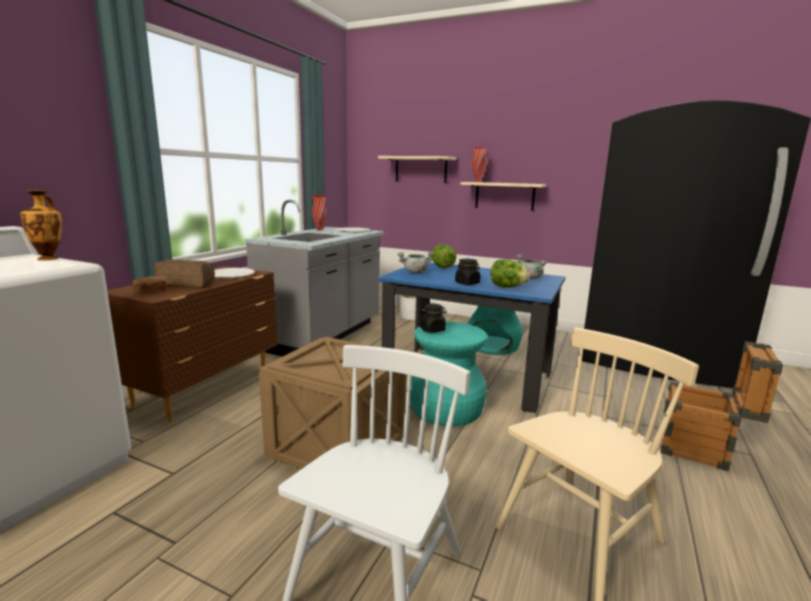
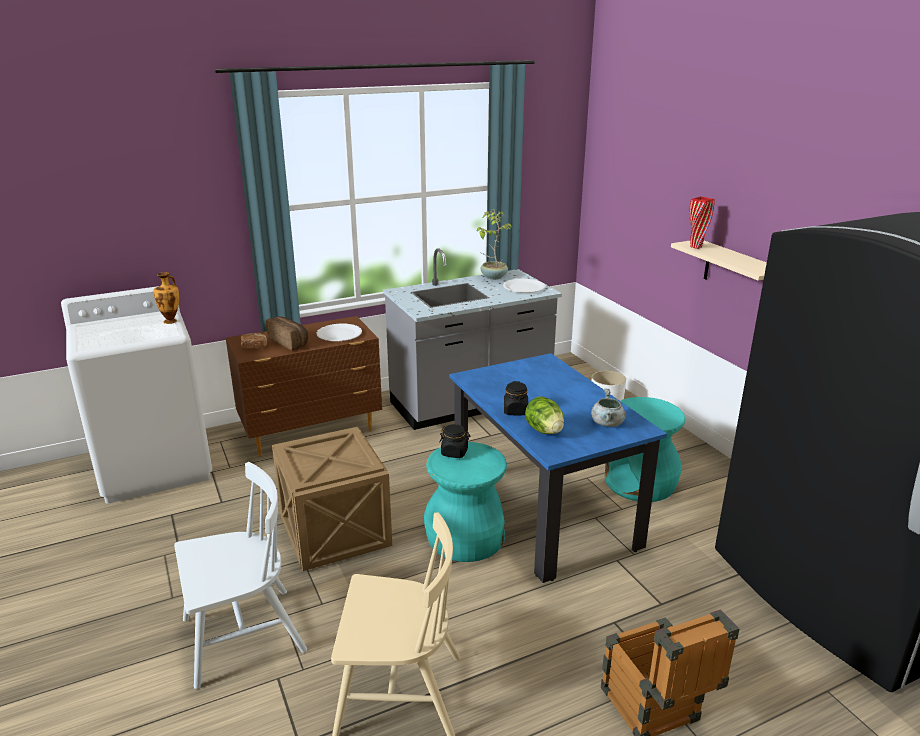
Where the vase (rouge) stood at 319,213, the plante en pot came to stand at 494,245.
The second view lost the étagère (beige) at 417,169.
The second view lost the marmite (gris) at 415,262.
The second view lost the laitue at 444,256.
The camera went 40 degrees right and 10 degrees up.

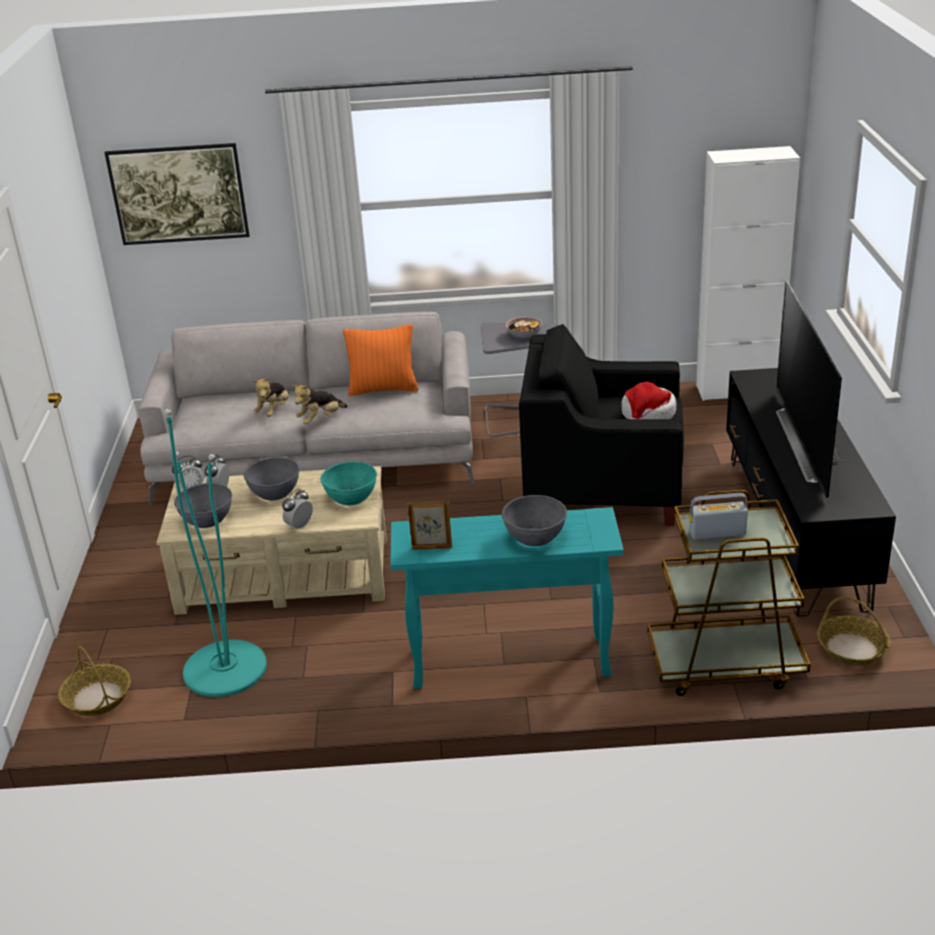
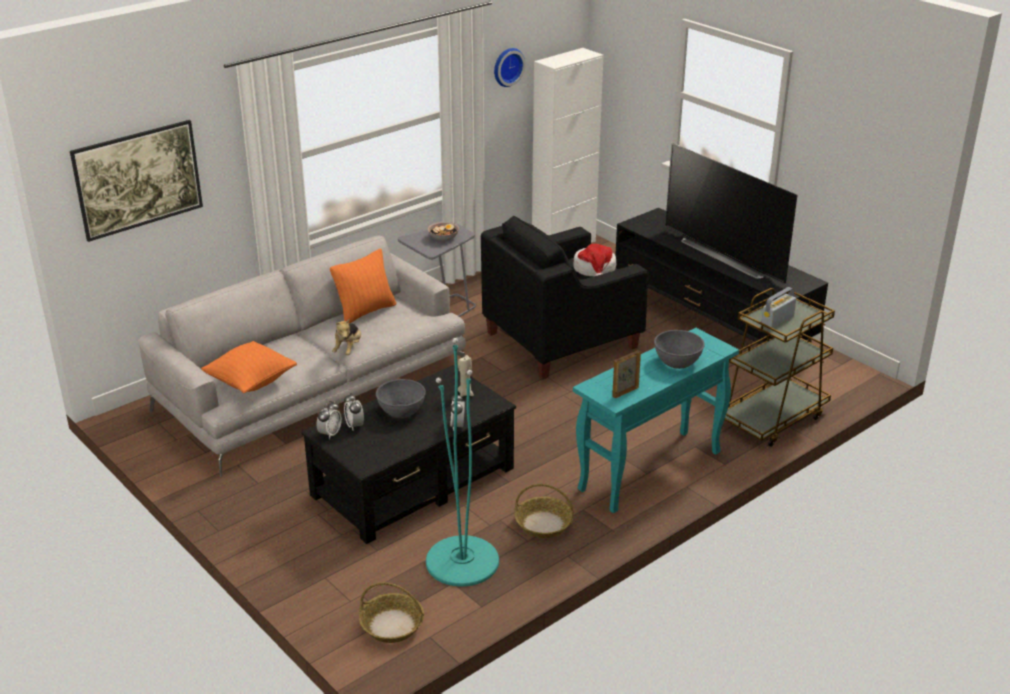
What was the table basse (beige) at 271,540 turned into the table basse (noir) at 408,454.
The second view lost the bol (gris) at 203,505.
The second view lost the peluche at 271,396.
Where the bol (turquoise) stood at 349,483, the bougie (beige) came to stand at 466,376.
The panier ended up elsewhere, having gone from 854,631 to 544,511.
The second view gained the coussin (orange) at 249,367.
The second view gained the horloge murale at 509,67.
The camera went 40 degrees left and 0 degrees up.

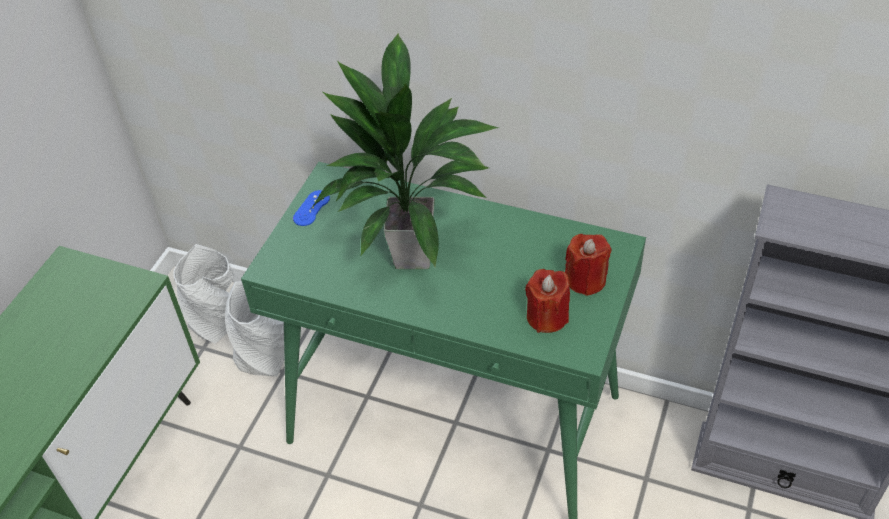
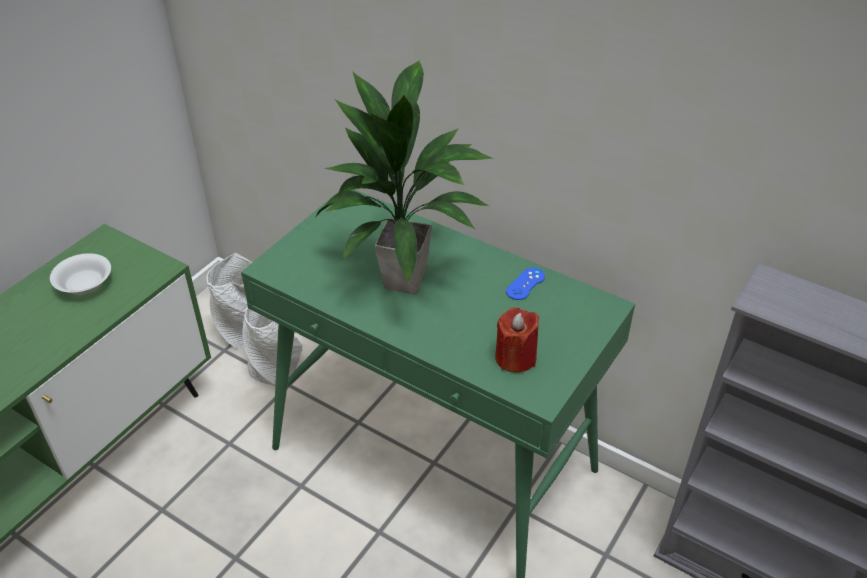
The manette (bleu) ended up elsewhere, having gone from 311,208 to 525,284.
The second view lost the bougie (rouge) at 588,265.
The second view gained the bol (blanc) at 80,274.
The camera went 10 degrees right and 5 degrees down.

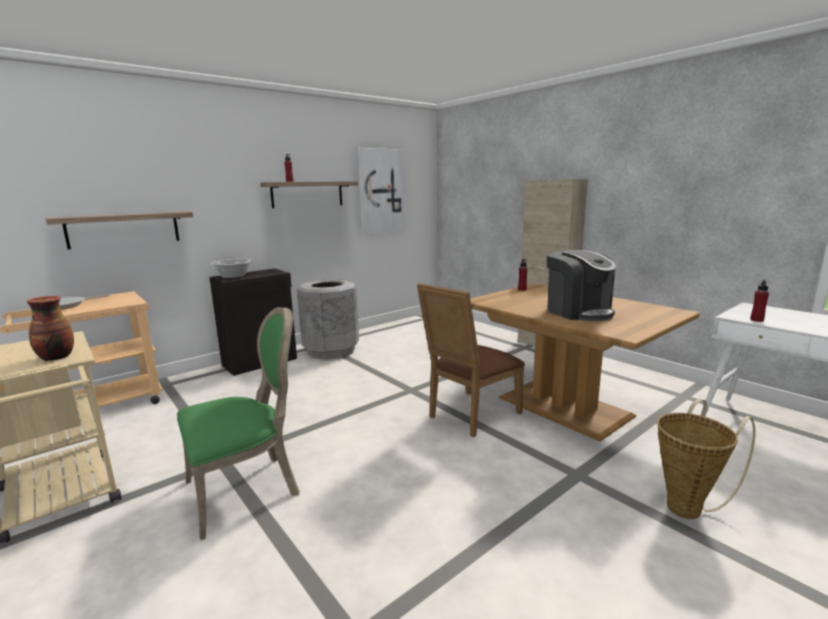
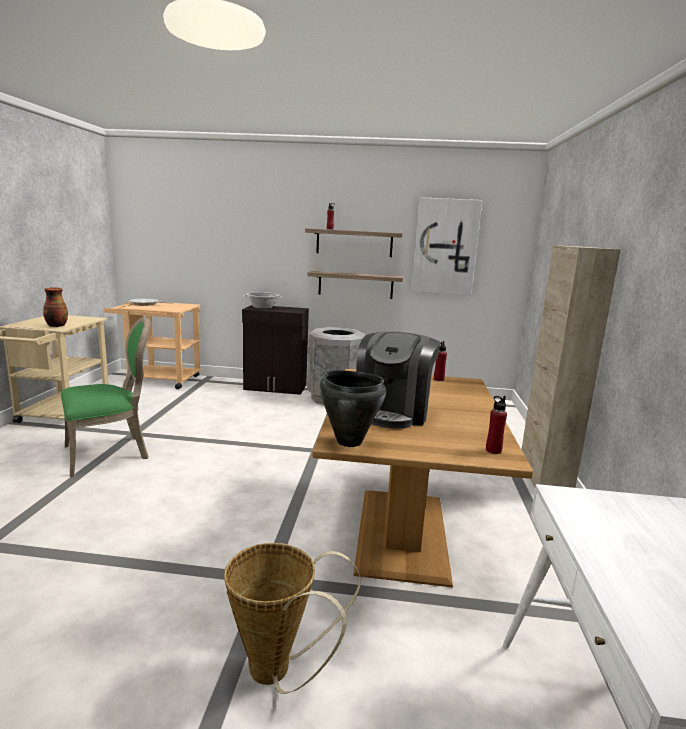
The étagère ended up elsewhere, having gone from 119,230 to 355,285.
The chaise (vert) at 238,424 ended up facing another way, 45 degrees counterclockwise from before.
The second view lost the chaise (marron) at 471,360.
The bouteille (rouge) ended up elsewhere, having gone from 759,301 to 496,425.
The second view gained the marmite (noir) at 353,408.
The camera went 45 degrees right and 0 degrees up.

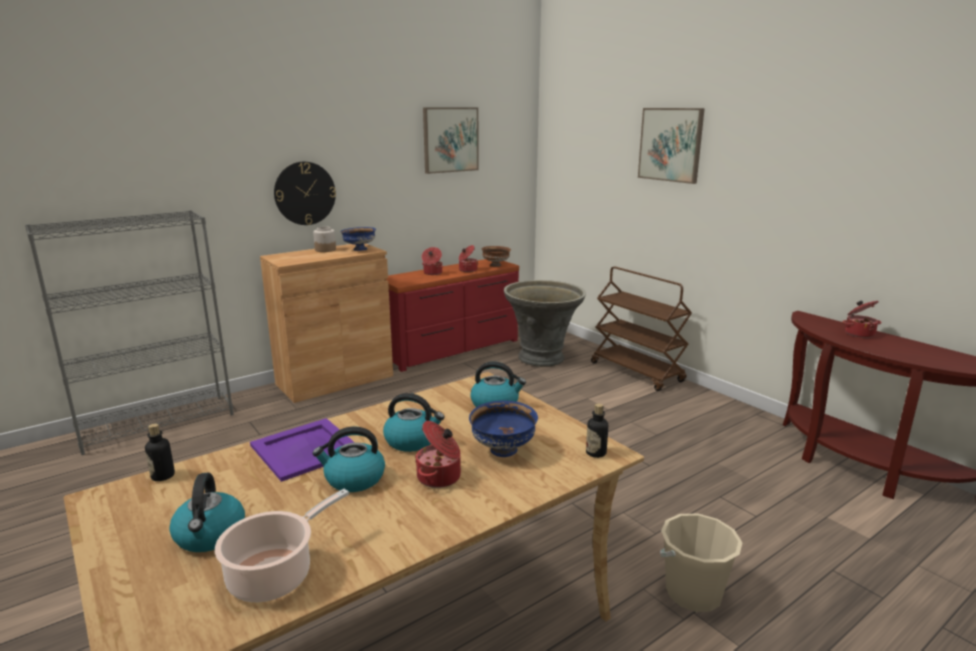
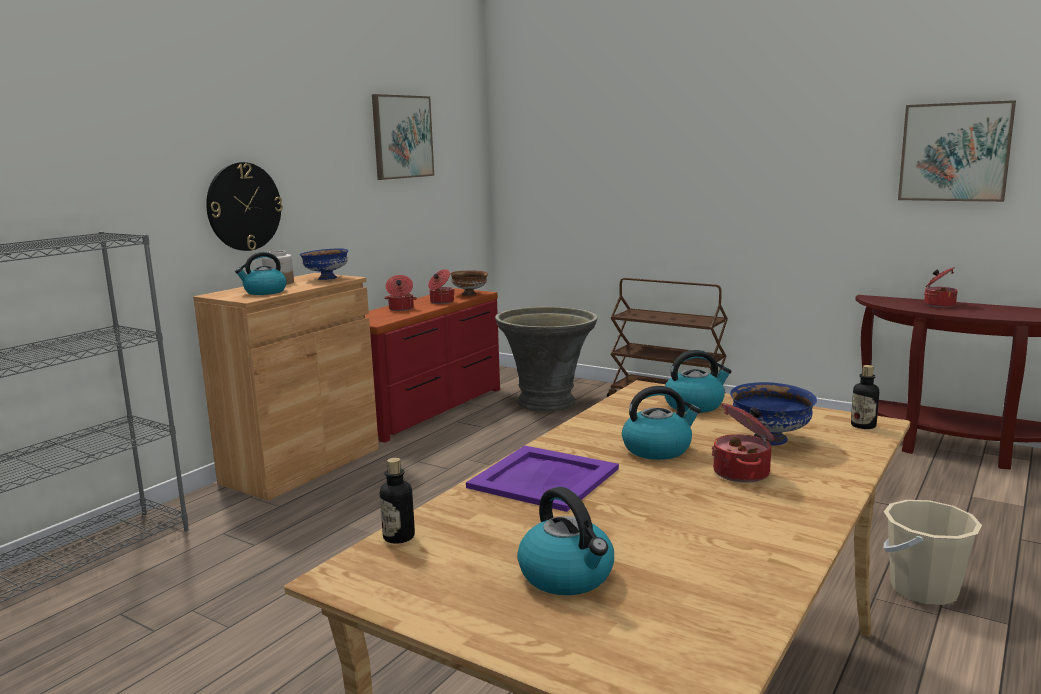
The second view lost the marmite at 282,545.
The bouilloire ended up elsewhere, having gone from 348,459 to 261,273.
The tableau ended up elsewhere, having gone from 671,146 to 957,151.
The camera went 20 degrees left and 5 degrees down.

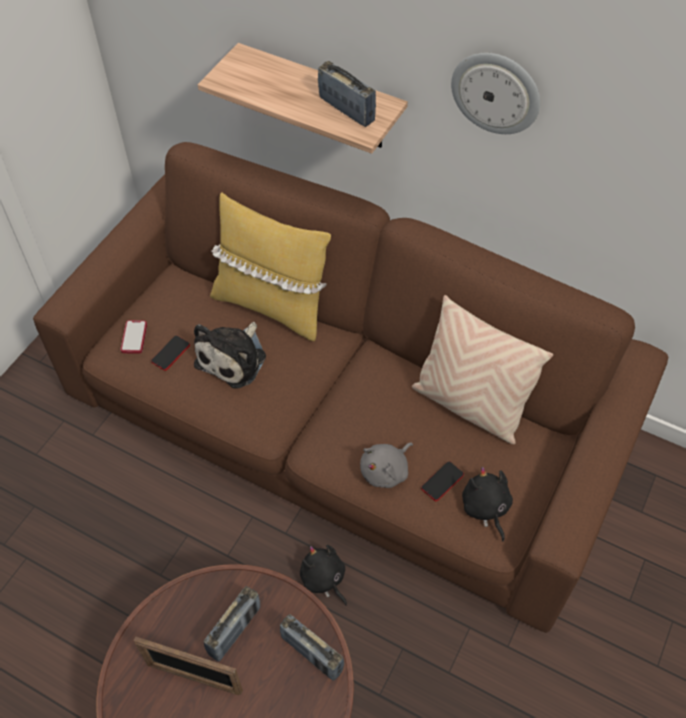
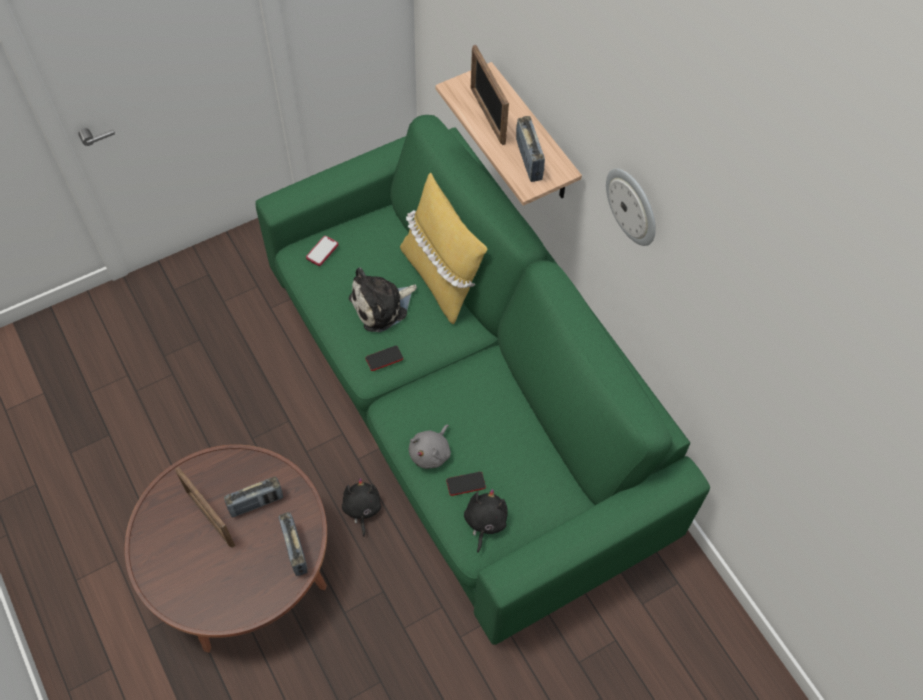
What was the canapé (marron) at 351,387 turned into the canapé (vert) at 482,380.
The téléphone ended up elsewhere, having gone from 170,353 to 384,358.
The peluche (gris) at 386,465 ended up facing another way, 45 degrees counterclockwise from before.
The second view lost the coussin (beige) at 482,369.
The second view gained the cadre photo at 490,95.
The camera went 30 degrees right and 5 degrees up.

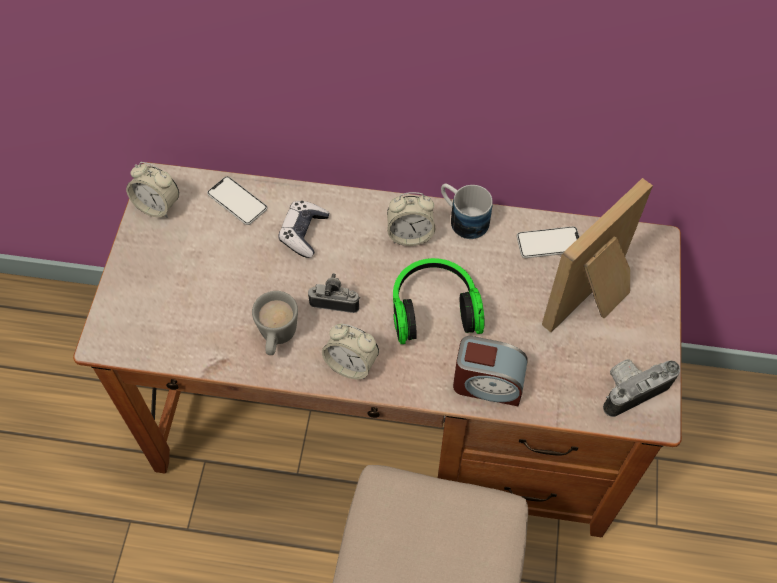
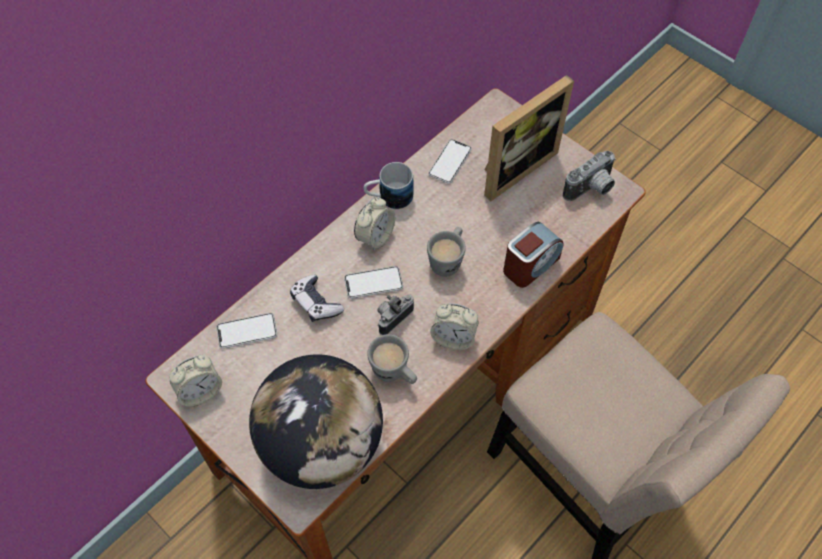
The réveil at 350,352 ended up facing another way, 45 degrees clockwise from before.
Where the casque audio stood at 439,301, the mug (gris) came to stand at 446,252.
The cadre photo at 597,255 ended up facing another way, 120 degrees counterclockwise from before.
The appareil photo at 641,388 ended up facing another way, 135 degrees counterclockwise from before.
The second view gained the globe at 316,421.
The second view gained the téléphone at 373,282.
The camera went 55 degrees left and 0 degrees up.

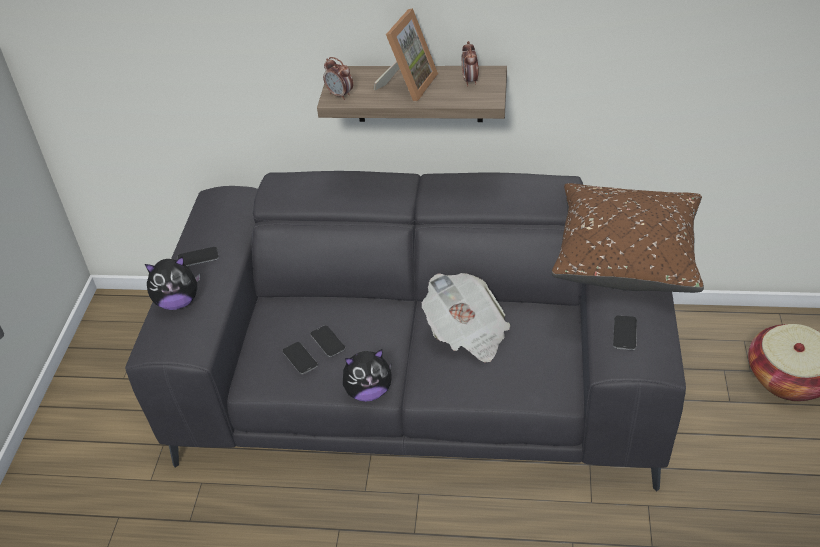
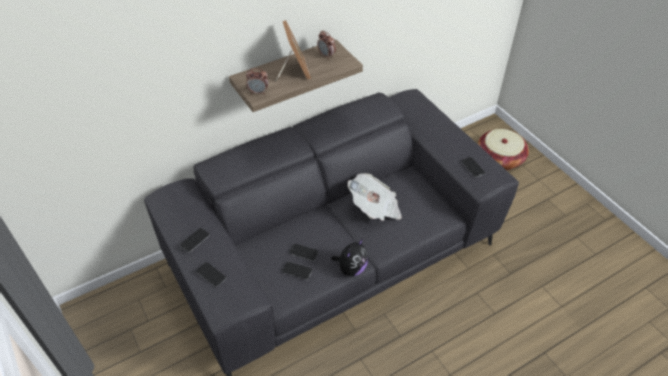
Where the peluche stood at 172,283, the téléphone came to stand at 211,274.
The second view lost the coussin (marron) at 628,238.
The camera went 40 degrees left and 5 degrees up.

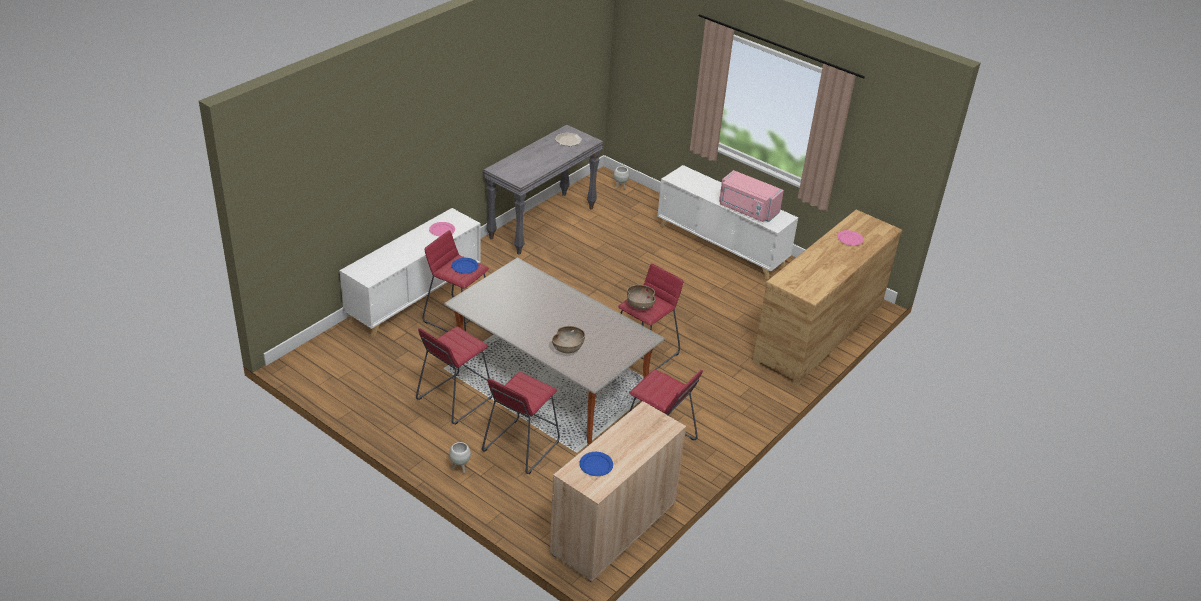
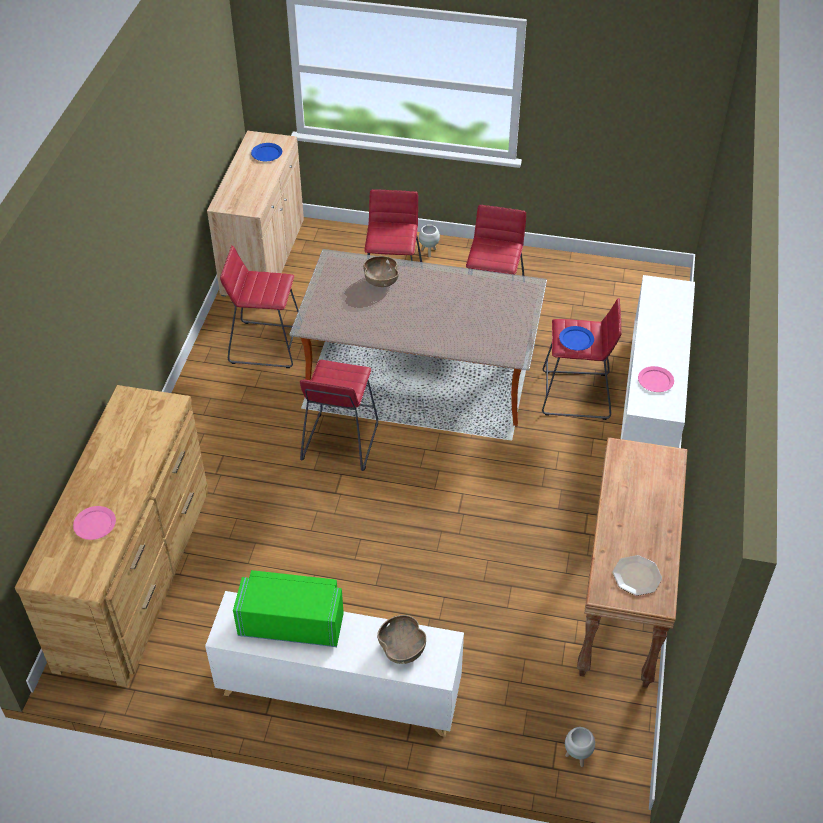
What was the table console (gris) at 543,190 turned into the table console (marron) at 632,562.
The bol (marron) ended up elsewhere, having gone from 641,297 to 401,639.
What was the micro-ondes (rose) at 751,196 turned into the micro-ondes (vert) at 288,608.
The camera went 155 degrees right and 10 degrees up.

